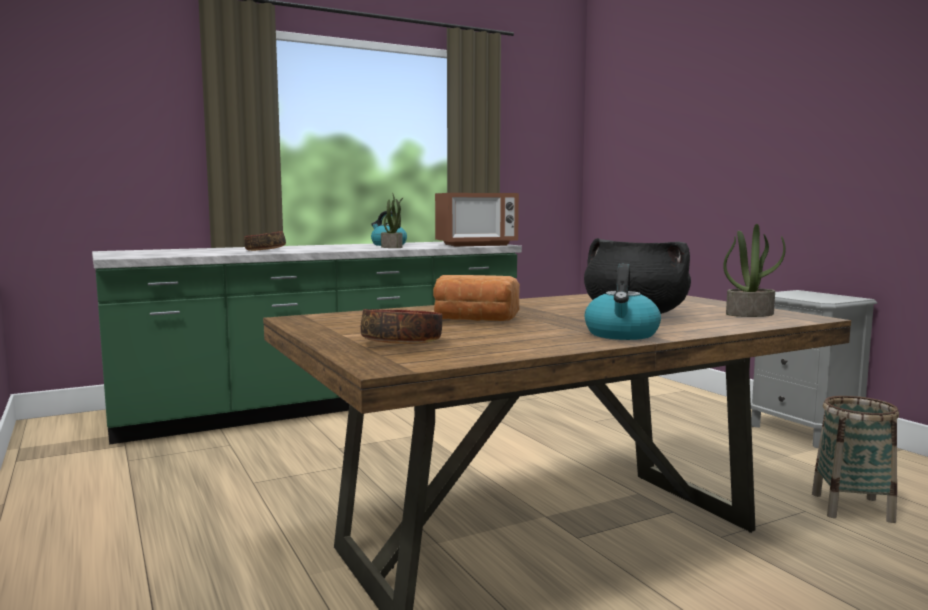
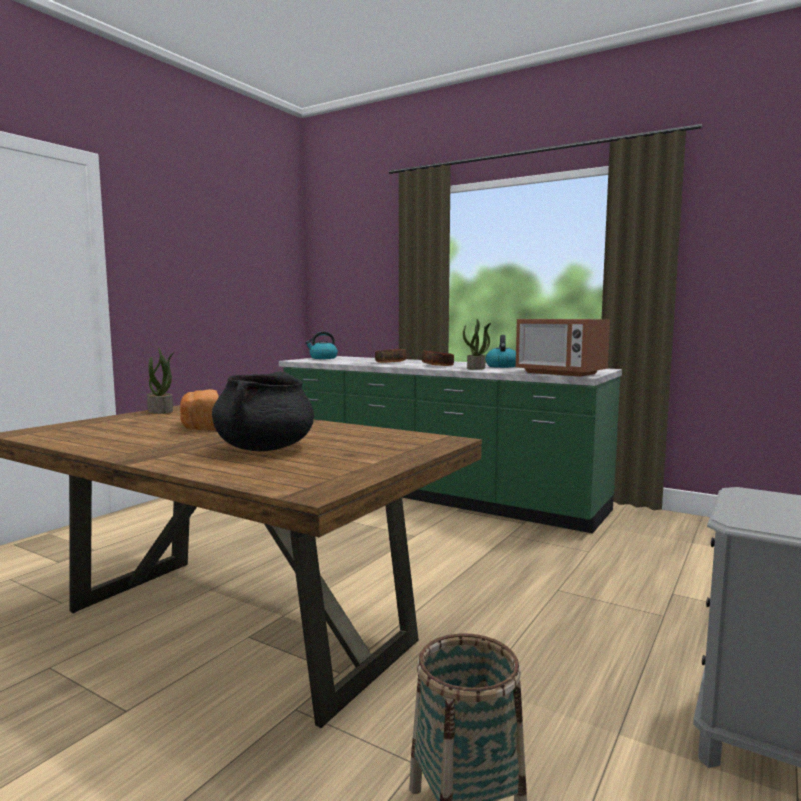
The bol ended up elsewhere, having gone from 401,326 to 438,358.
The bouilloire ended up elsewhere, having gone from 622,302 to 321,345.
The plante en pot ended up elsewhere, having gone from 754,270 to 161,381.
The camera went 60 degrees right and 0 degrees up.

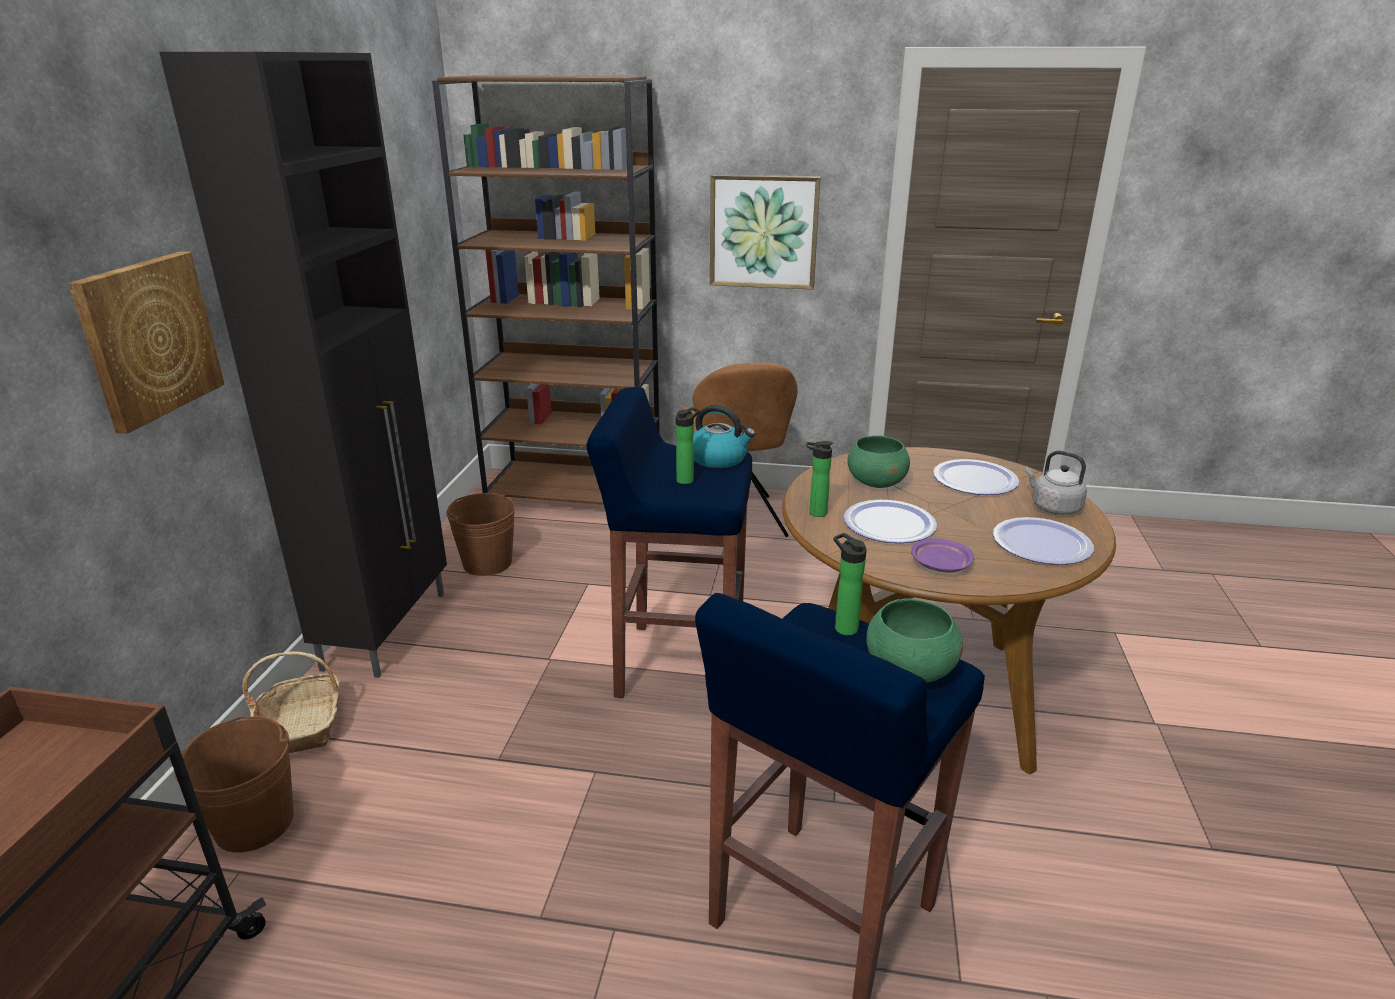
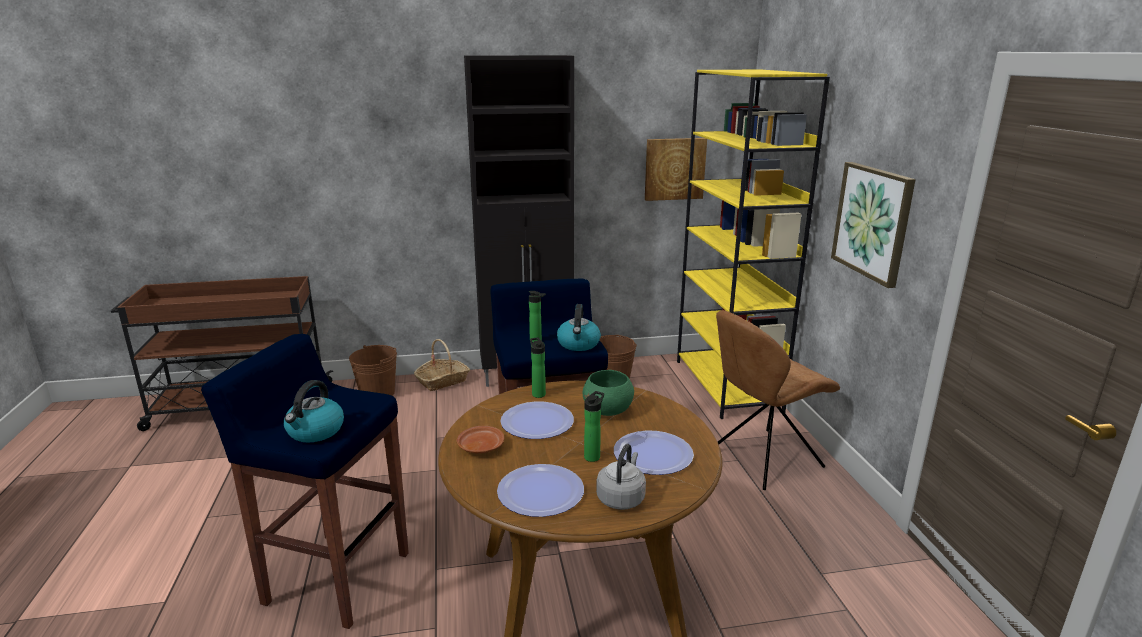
The tableau ended up elsewhere, having gone from 146,342 to 676,169.
What was the bibliothèque (marron) at 546,290 turned into the bibliothèque (jaune) at 753,244.
The bouteille ended up elsewhere, having gone from 850,584 to 594,426.
Where the bol (vert) stood at 914,640, the bouilloire came to stand at 314,411.
What was the assiette (violet) at 942,555 turned into the assiette (marron) at 480,439.
The camera went 70 degrees right and 5 degrees down.

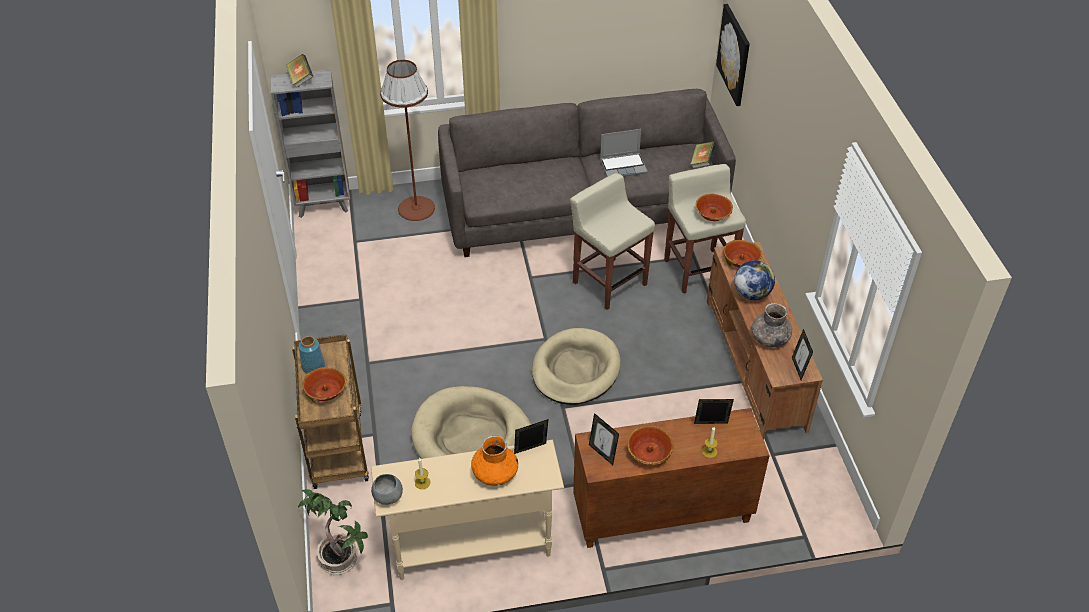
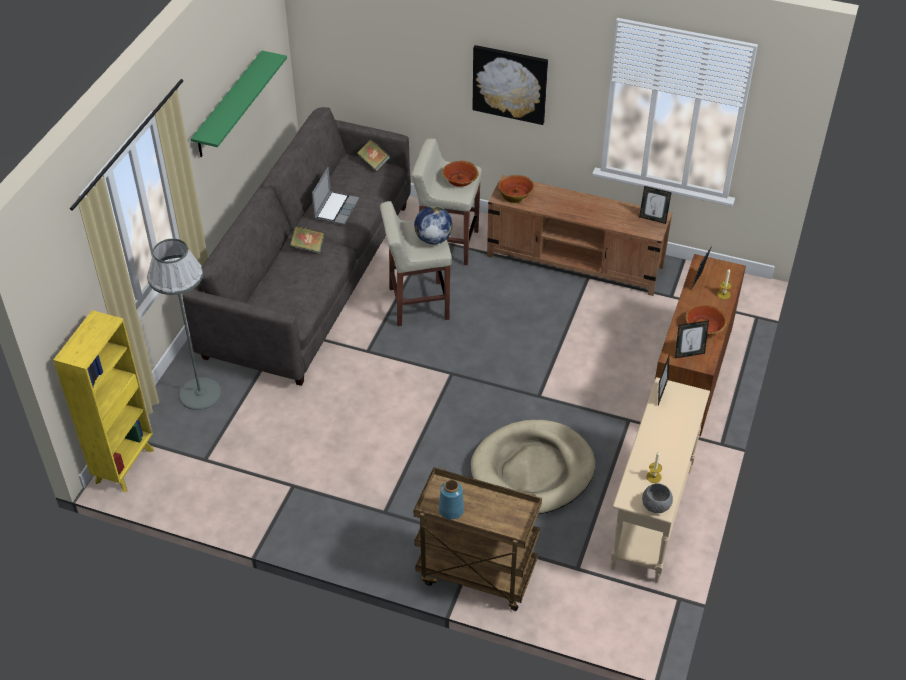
What was the bibliothèque (gris) at 310,144 turned into the bibliothèque (jaune) at 103,401.
The livre ended up elsewhere, having gone from 299,71 to 307,240.
The second view lost the plante en pot at 333,532.
The second view lost the bol at 324,385.
What was the lampadaire (marron) at 407,140 turned into the lampadaire (gris) at 184,324.
The second view lost the vase (orange) at 494,460.
The second view lost the panier pour chien (beige) at 576,366.
The tableau ended up elsewhere, having gone from 733,55 to 510,85.
The globe ended up elsewhere, having gone from 754,280 to 433,225.
The second view lost the vase (gris) at 772,325.
The second view gained the étagère (vert) at 239,104.
The camera went 60 degrees left and 0 degrees up.

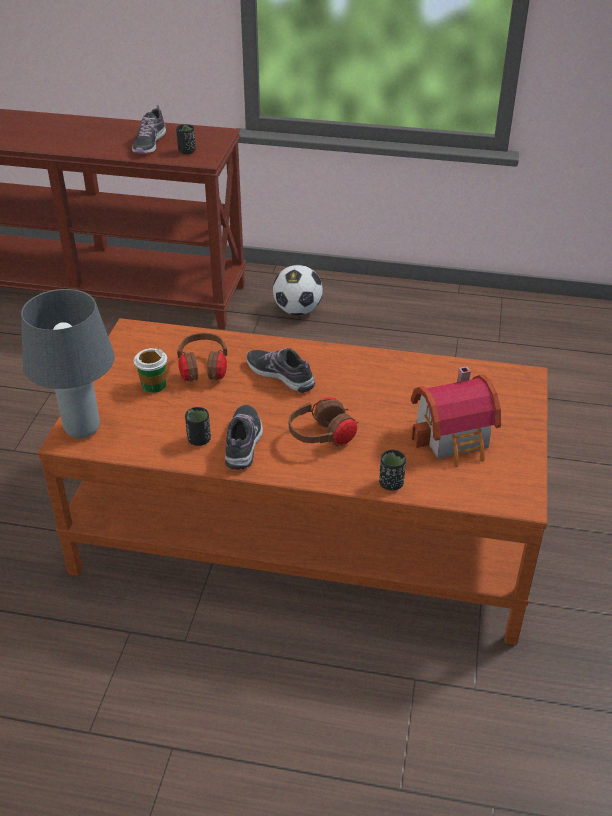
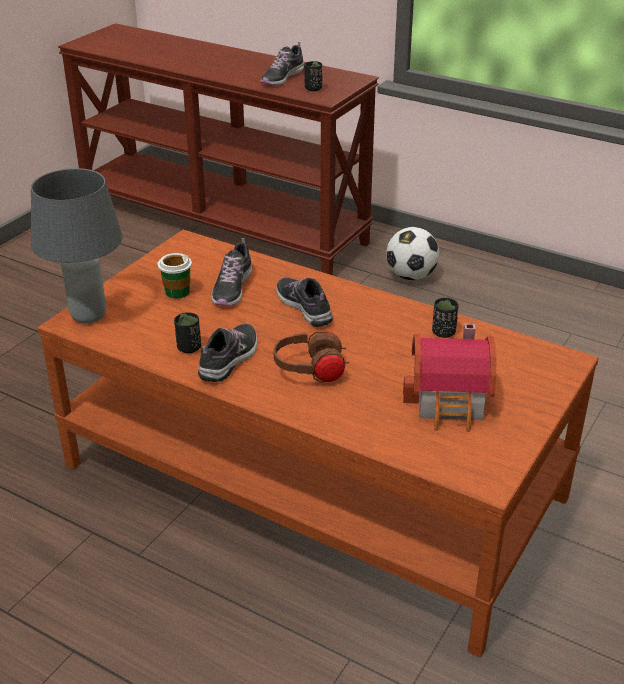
Where the casque audio (marron) stood at 202,357, the chaussure came to stand at 232,272.
The tasse (noir) ended up elsewhere, having gone from 392,470 to 445,318.
The camera went 20 degrees right and 5 degrees down.

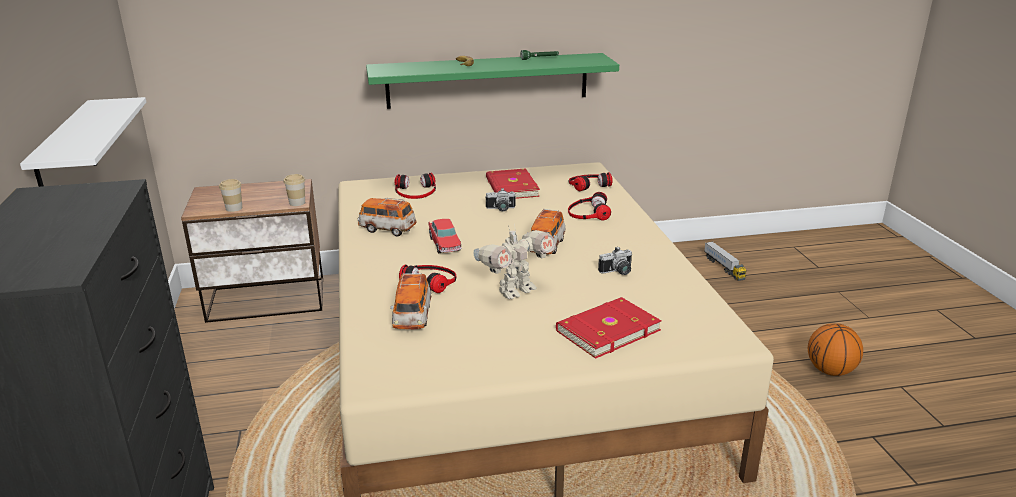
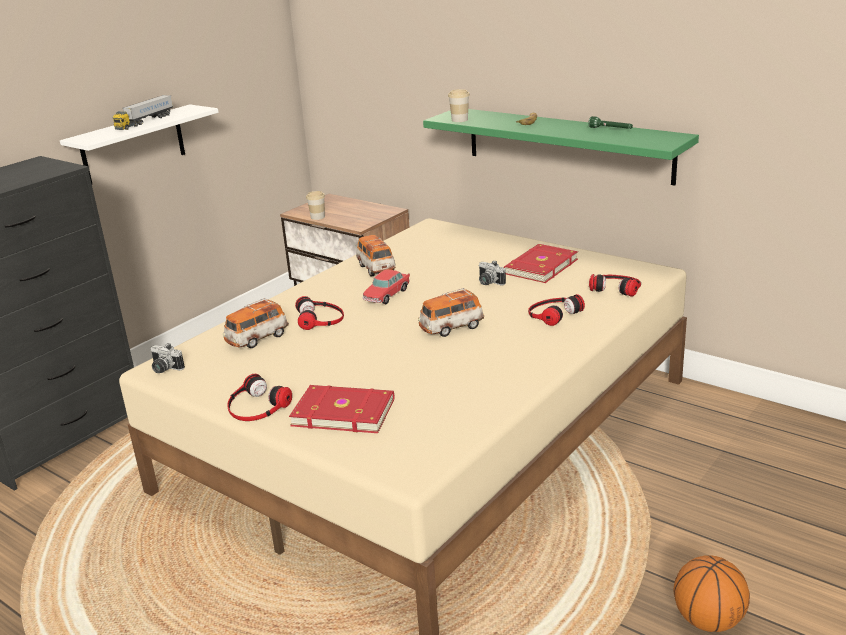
The tasse ended up elsewhere, having gone from 294,190 to 459,105.
The casque audio ended up elsewhere, having gone from 415,186 to 259,397.
The second view lost the robot jouet at 514,261.
The appareil photo ended up elsewhere, having gone from 615,261 to 167,358.
The camion jouet ended up elsewhere, having gone from 725,261 to 143,112.
The camera went 50 degrees right and 0 degrees up.

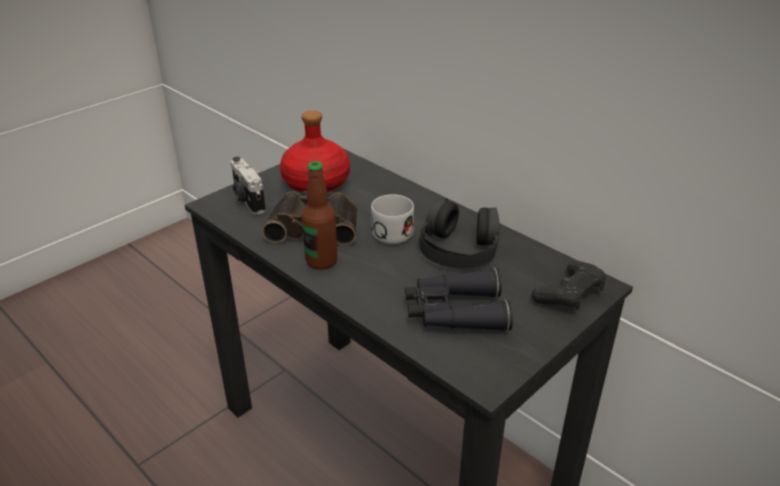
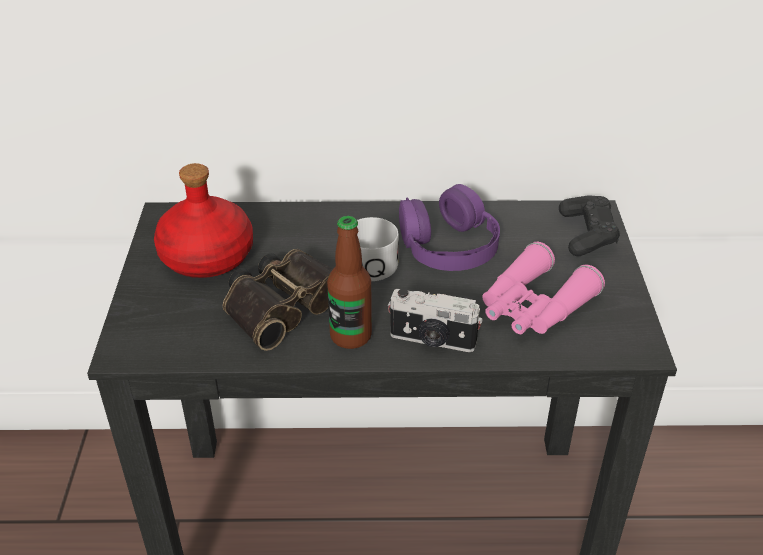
The appareil photo ended up elsewhere, having gone from 248,186 to 435,320.
What was the jumelles (noir) at 459,299 turned into the jumelles (rose) at 543,288.
What was the casque audio (noir) at 459,233 turned into the casque audio (violet) at 449,227.
The camera went 45 degrees left and 5 degrees up.

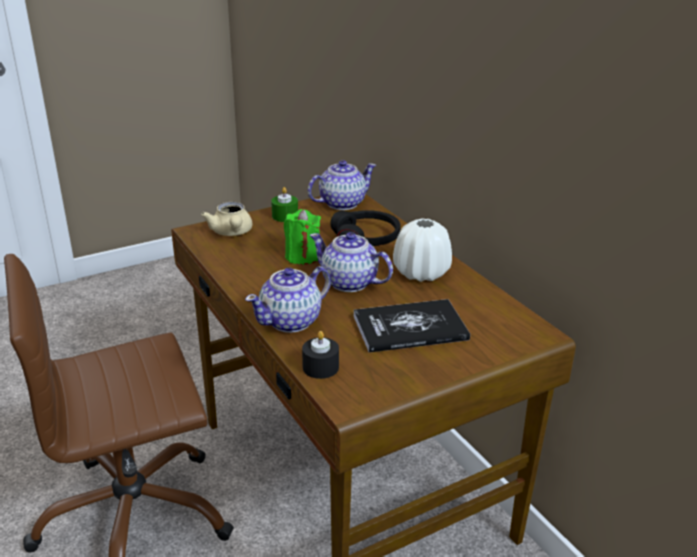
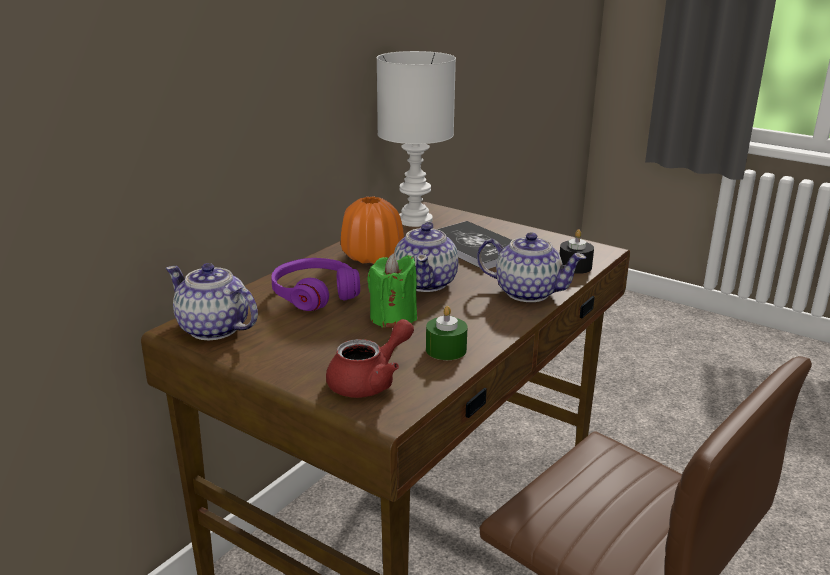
What was the théière (beige) at 226,219 turned into the théière (rouge) at 370,358.
The bougie (vert) ended up elsewhere, having gone from 284,204 to 447,333.
What was the casque audio (noir) at 365,228 turned into the casque audio (violet) at 315,284.
What was the vase (blanc) at 422,250 turned into the vase (orange) at 372,230.
The second view gained the lampe de table (blanc) at 416,139.
The camera went 115 degrees left and 5 degrees down.

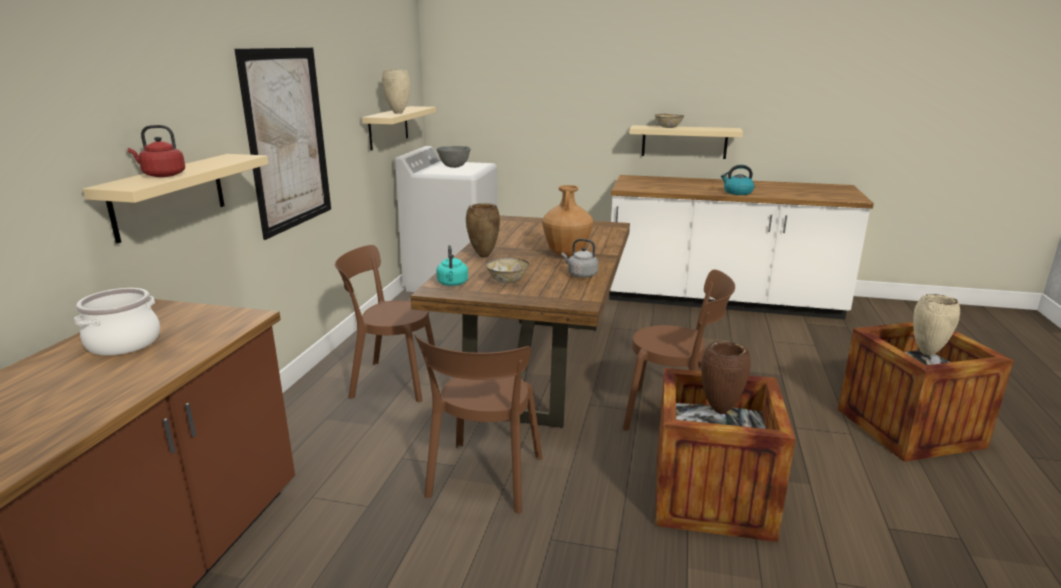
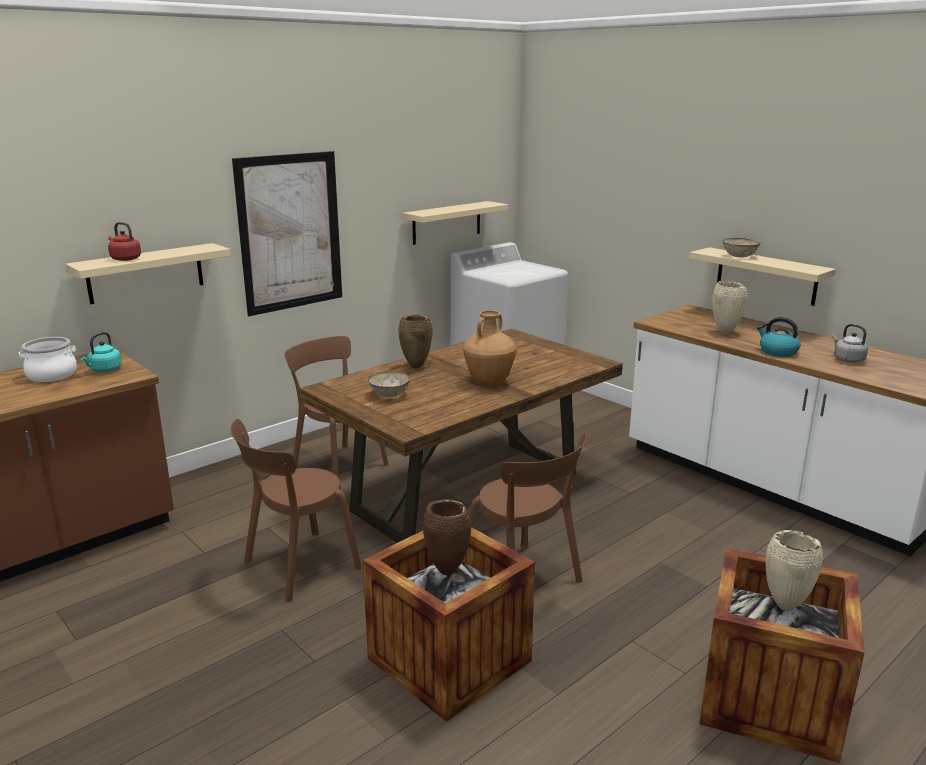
The vase (beige) ended up elsewhere, having gone from 396,91 to 729,307.
The bouilloire (turquoise) ended up elsewhere, having gone from 452,265 to 101,352.
The second view lost the bol (gris) at 454,157.
The bouilloire (gris) ended up elsewhere, having gone from 580,258 to 850,343.
The camera went 35 degrees right and 0 degrees up.

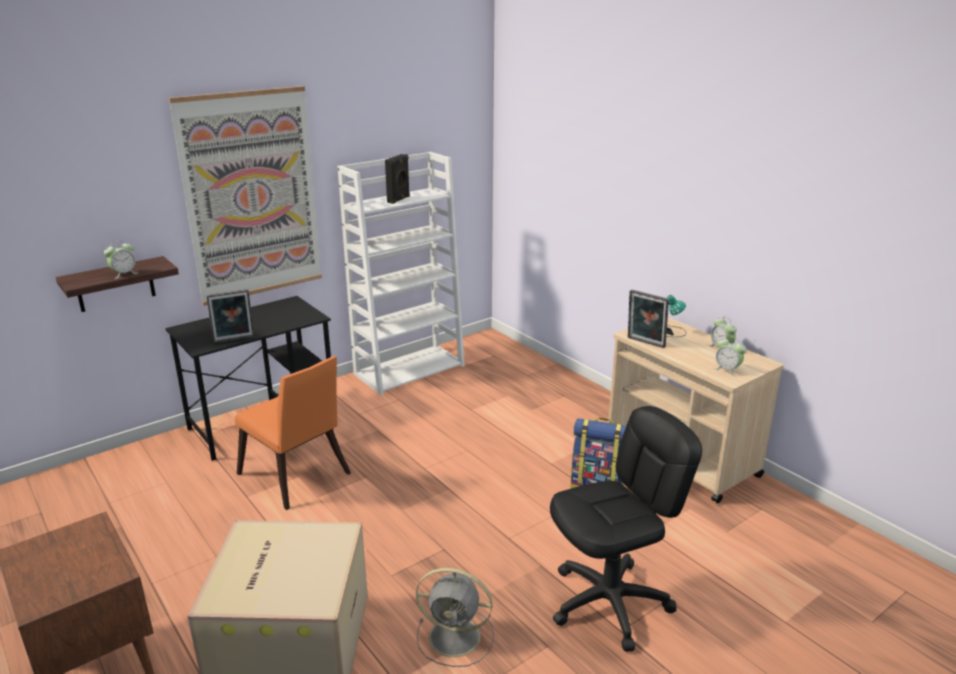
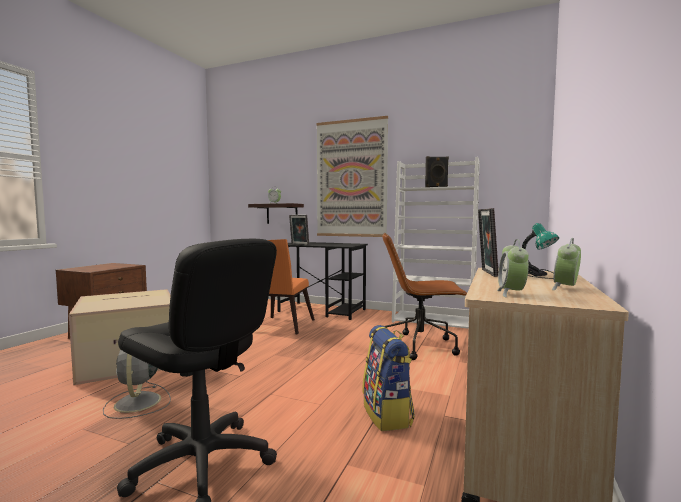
The second view gained the chaise de bureau (marron) at 424,296.
The camera went 60 degrees right and 20 degrees down.

